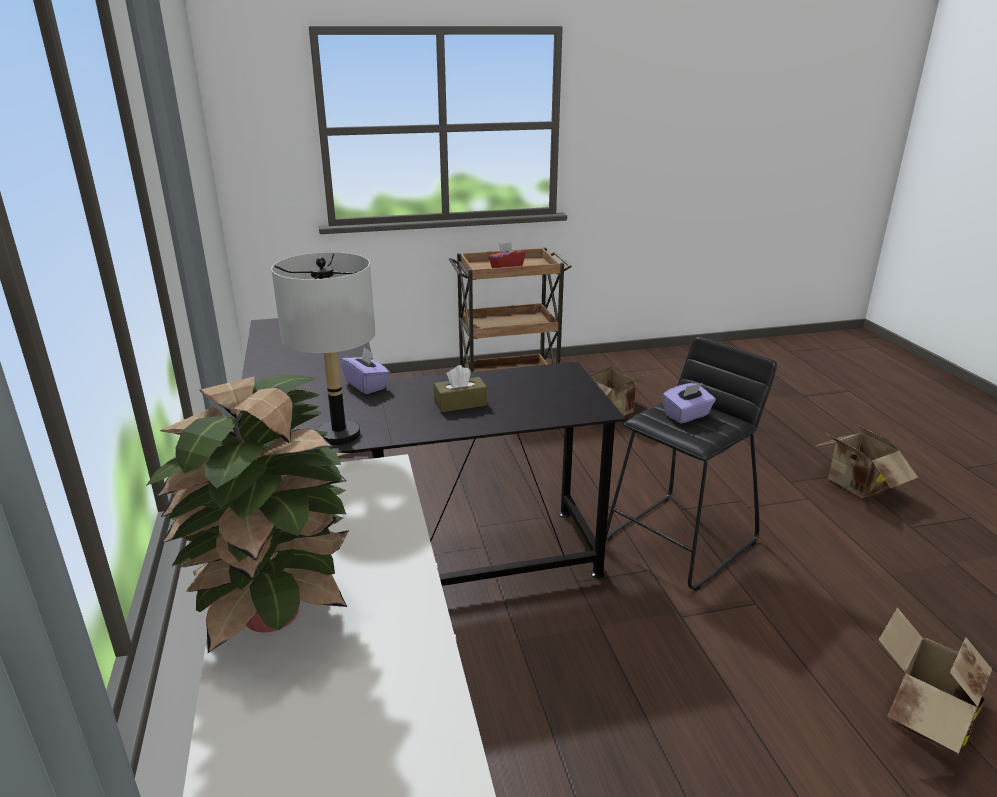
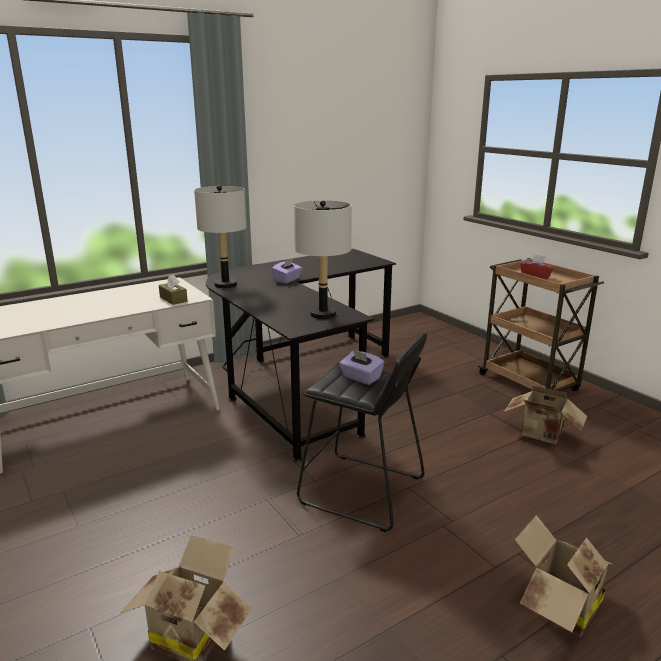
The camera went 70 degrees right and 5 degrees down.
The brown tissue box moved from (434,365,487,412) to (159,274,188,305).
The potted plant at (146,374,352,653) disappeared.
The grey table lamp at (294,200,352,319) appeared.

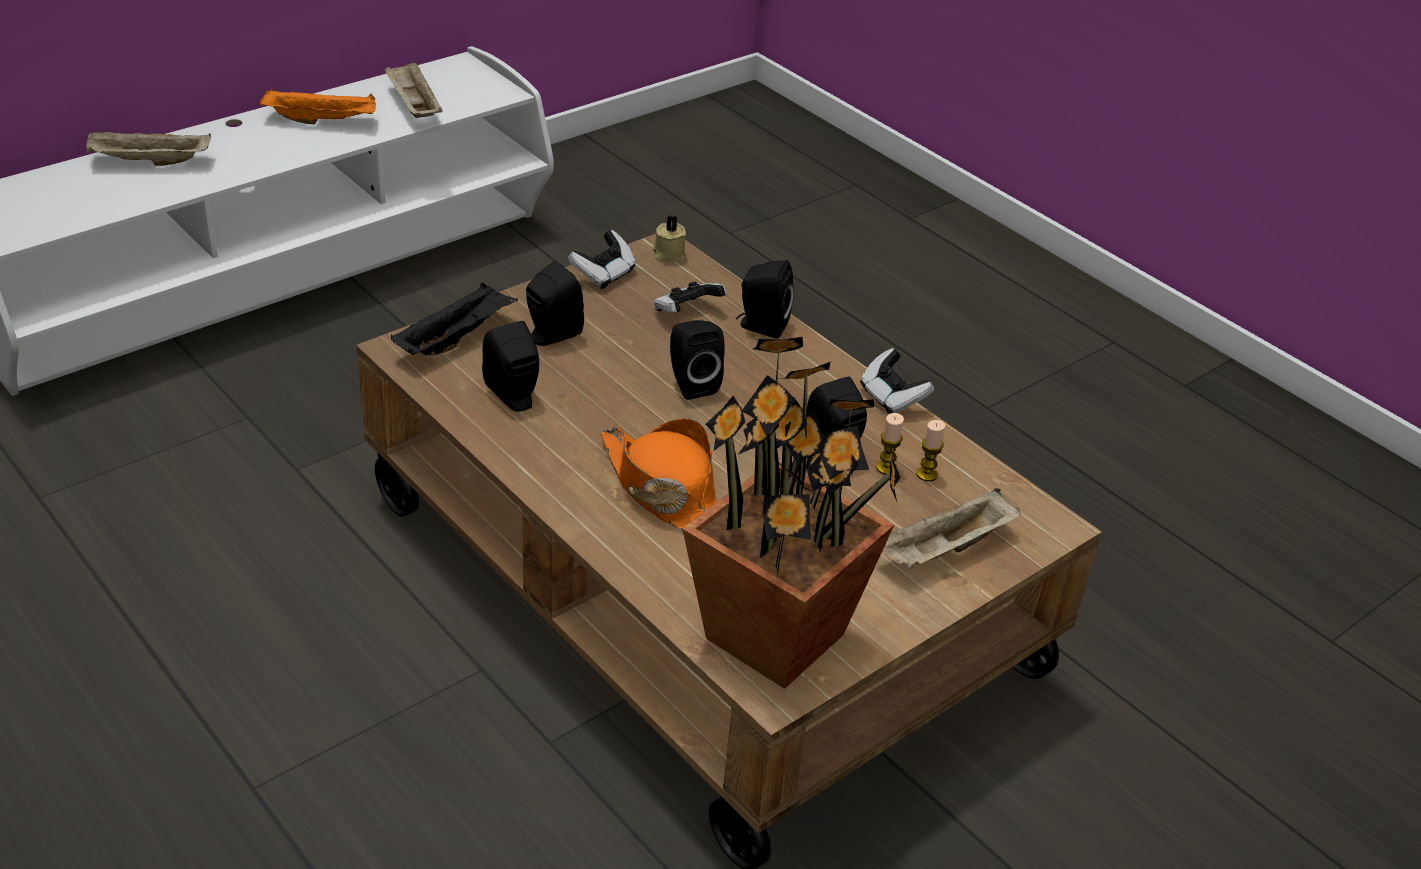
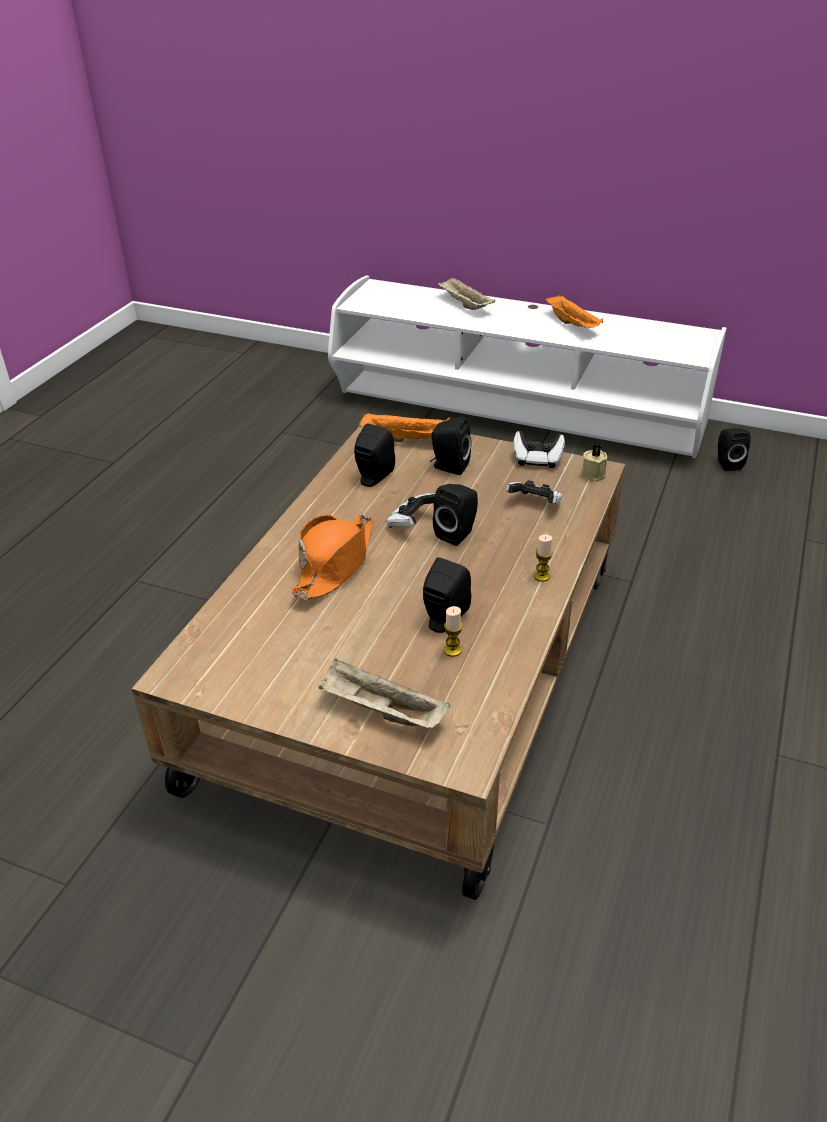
The camera went 65 degrees right and 0 degrees up.
The beige tray at (384,61,443,118) disappeared.
The black speaker moved from (736,260,794,339) to (718,428,751,471).
The black tray at (391,283,518,355) became the orange tray at (359,412,450,443).
The potted plant at (682,337,901,689) disappeared.
The game controller moved from (860,348,934,414) to (386,493,435,528).
The candle moved from (916,420,945,481) to (534,535,553,582).

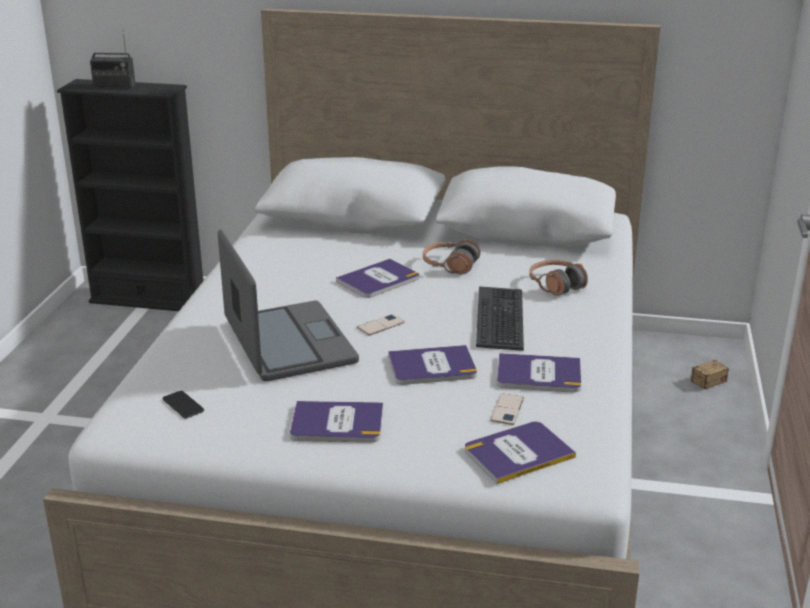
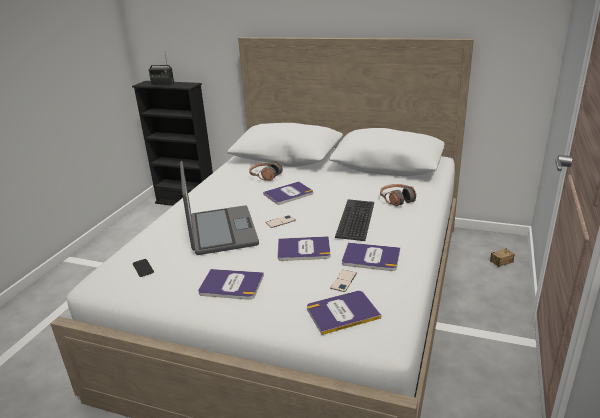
The camera went 10 degrees right and 0 degrees up.
The headphones moved from (423,240,480,274) to (249,161,283,181).

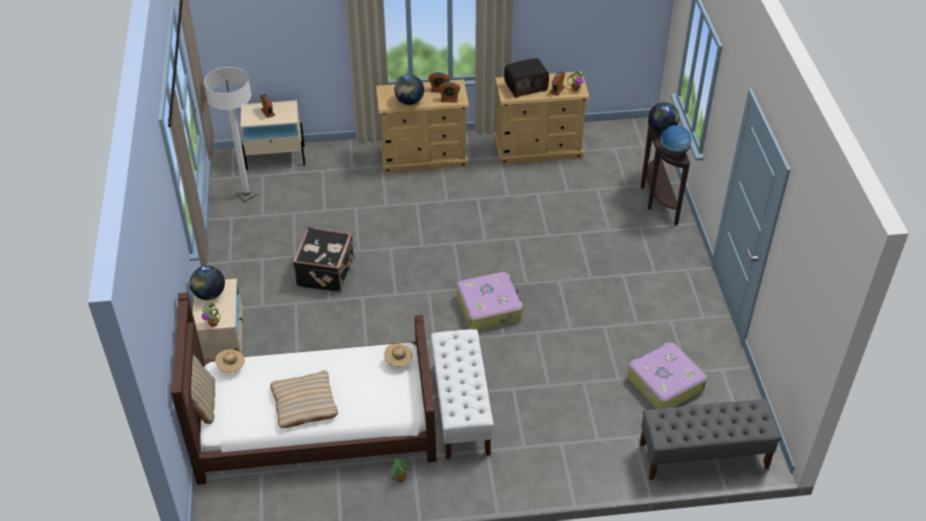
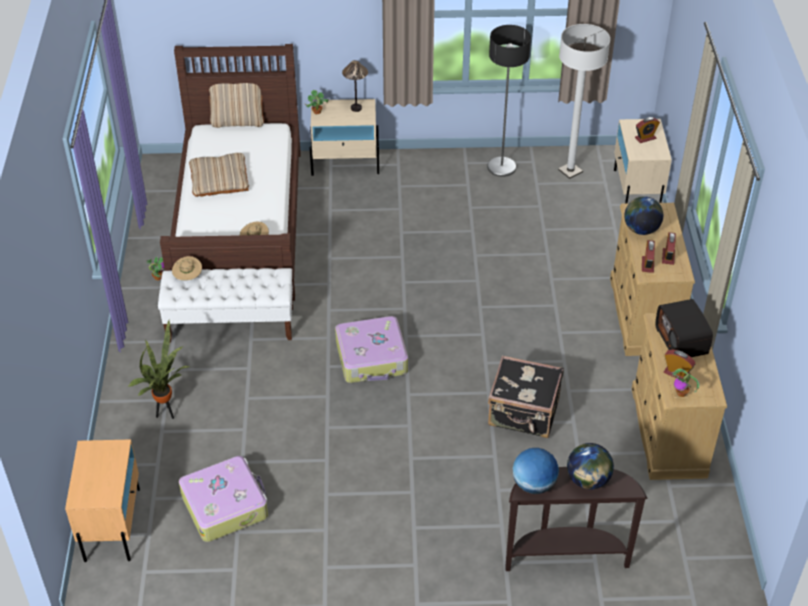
The camera went 95 degrees right and 0 degrees up.
The black suitcase moved from (293,227,355,292) to (488,355,564,438).
The globe at (190,266,225,300) was replaced by the table lamp at (342,60,368,112).
The beige hat moved from (215,349,245,372) to (172,256,202,281).
The grey bench at (640,399,781,480) was replaced by the beige nightstand at (65,439,140,562).
The floor lamp at (487,25,531,177) appeared.
The potted plant at (128,320,189,419) appeared.

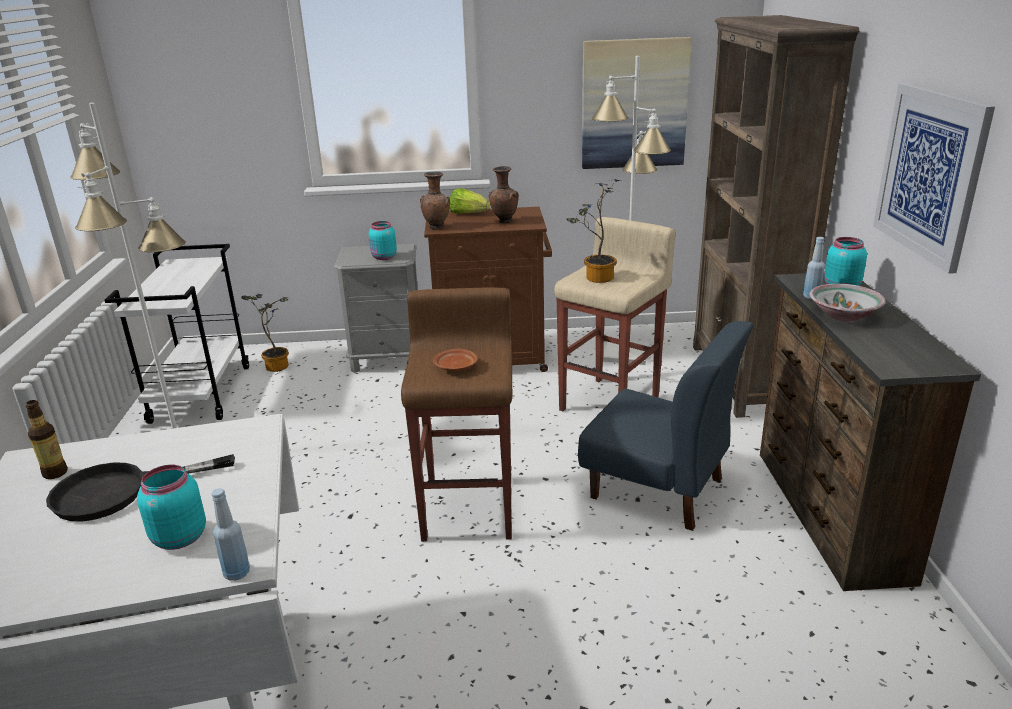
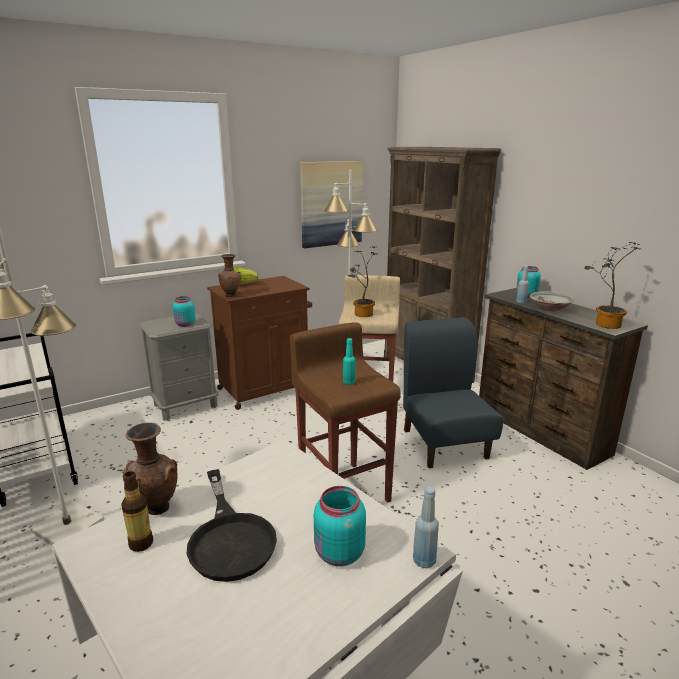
The camera went 30 degrees left and 5 degrees down.
The picture at (873,83,995,274) disappeared.
The brown vase moved from (489,166,519,223) to (123,422,178,515).
The potted plant moved from (241,293,289,372) to (584,242,641,329).
The blue chair at (578,321,753,531) turned 105 degrees counterclockwise.
The brown plate at (433,349,478,371) was replaced by the turquoise bottle at (343,338,356,385).
The black frying pan at (46,454,235,522) turned 60 degrees counterclockwise.

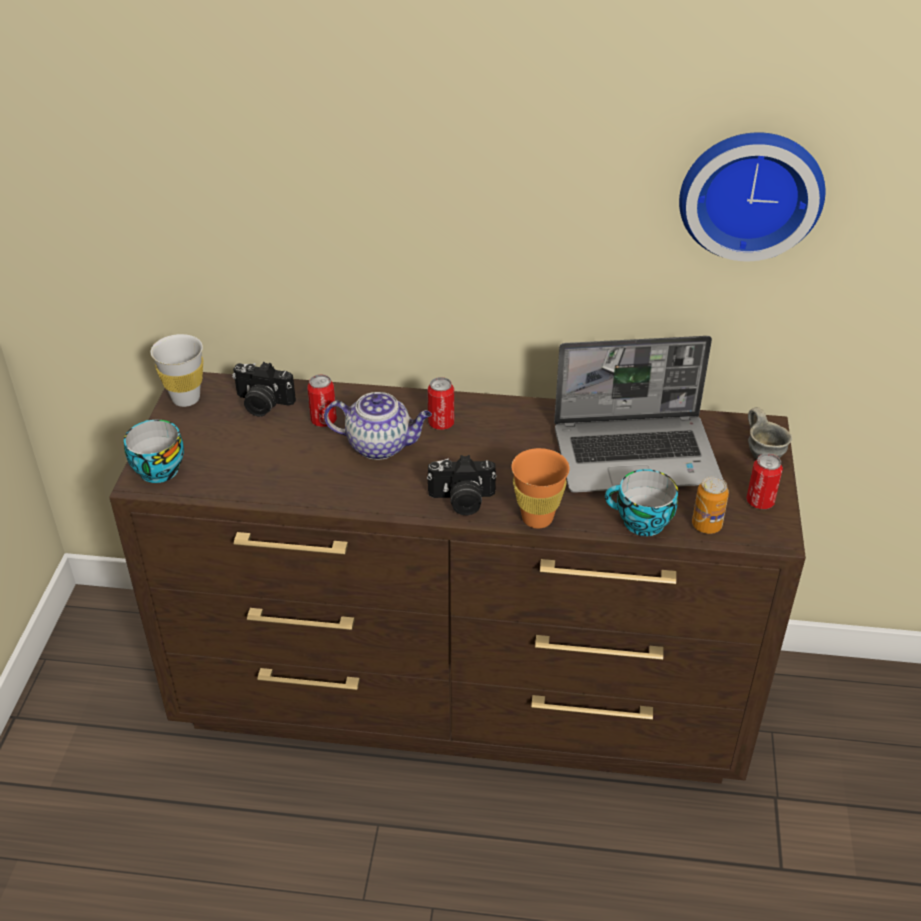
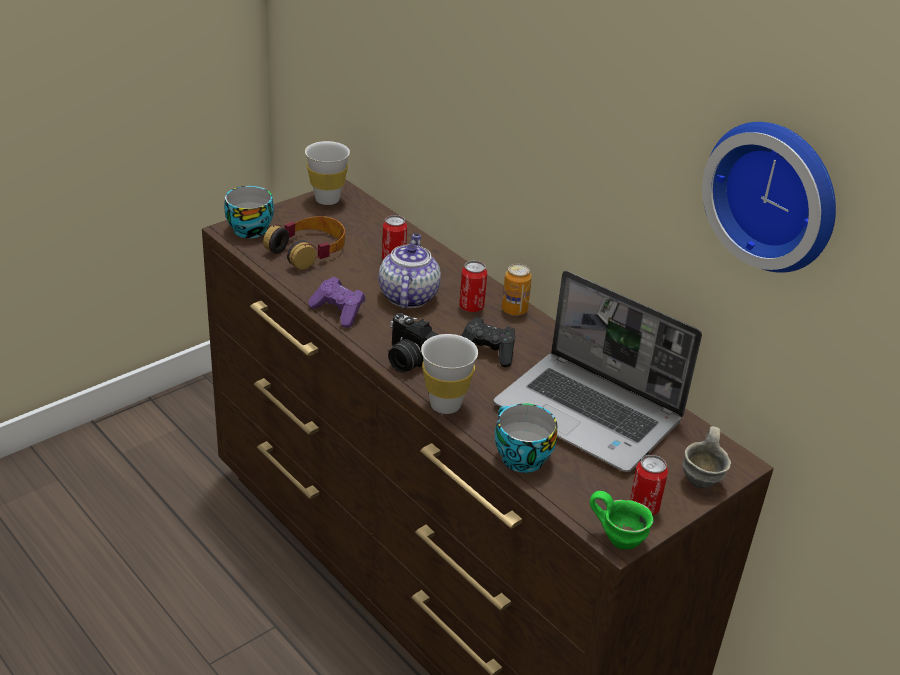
The camera went 40 degrees right and 5 degrees down.
The photo camera at (232,362,296,417) disappeared.
The teapot at (324,392,432,460) turned 135 degrees counterclockwise.
The orange cup at (512,448,570,528) became the white cup at (421,334,478,414).
The can moved from (692,476,729,534) to (501,264,532,316).
The headphones at (263,216,345,269) appeared.
The purple game controller at (308,277,365,328) appeared.
The black game controller at (461,317,515,367) appeared.
The green mug at (590,491,653,550) appeared.

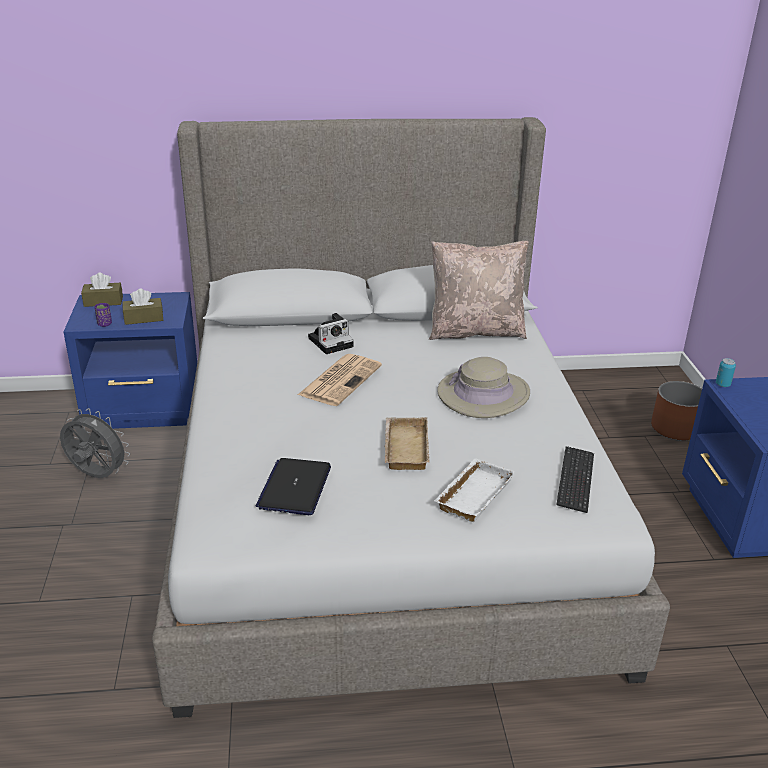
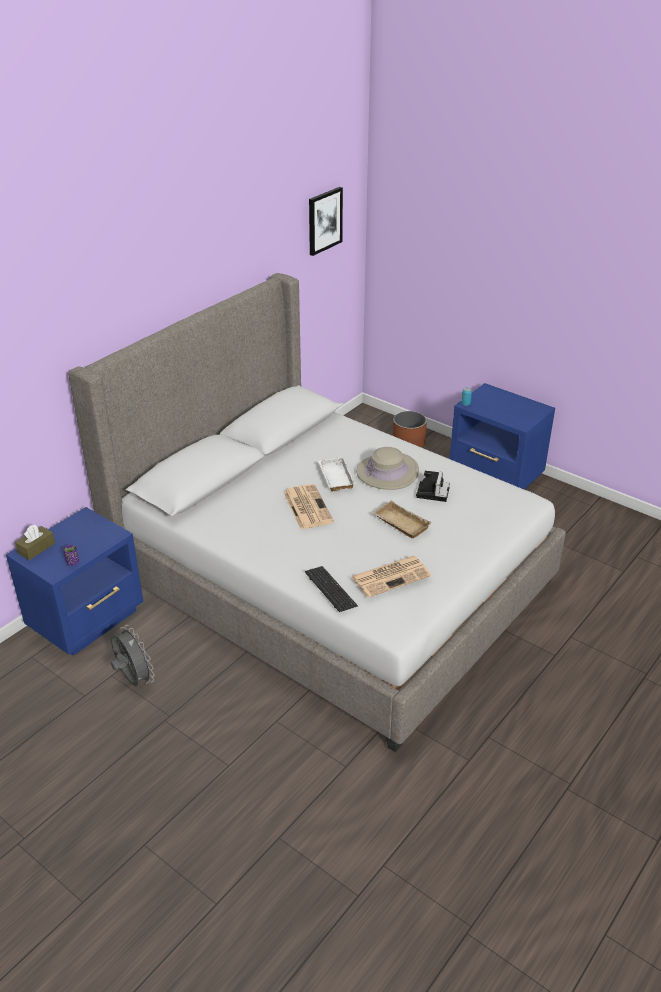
The camera went 45 degrees left and 5 degrees up.
The beige pillow at (429,241,529,340) disappeared.
The brown tissue box at (122,288,163,325) disappeared.
The photo camera moved from (308,313,354,354) to (416,471,450,502).
The grey fan at (60,408,130,478) turned 75 degrees clockwise.
The keyboard moved from (557,447,594,513) to (305,566,358,612).
The laptop at (256,458,331,515) was replaced by the newspaper at (351,556,431,598).
The white tray moved from (434,458,515,522) to (318,457,356,491).
The picture at (309,187,343,256) appeared.

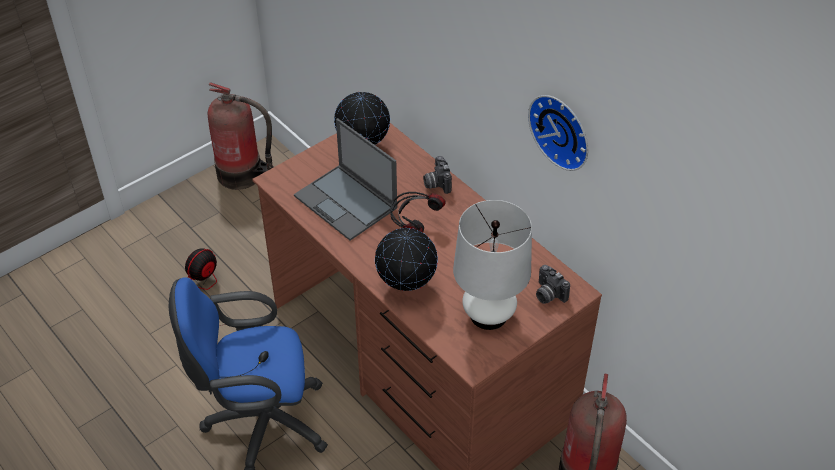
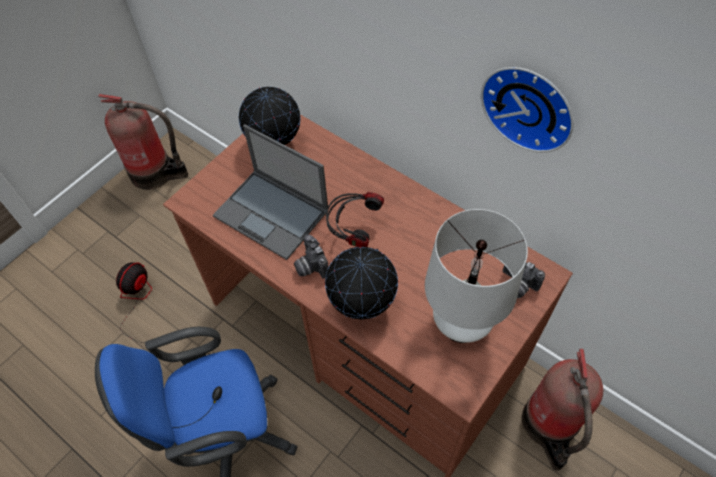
The camera went 10 degrees left and 10 degrees up.
The photo camera moved from (423,156,452,194) to (294,235,329,278).

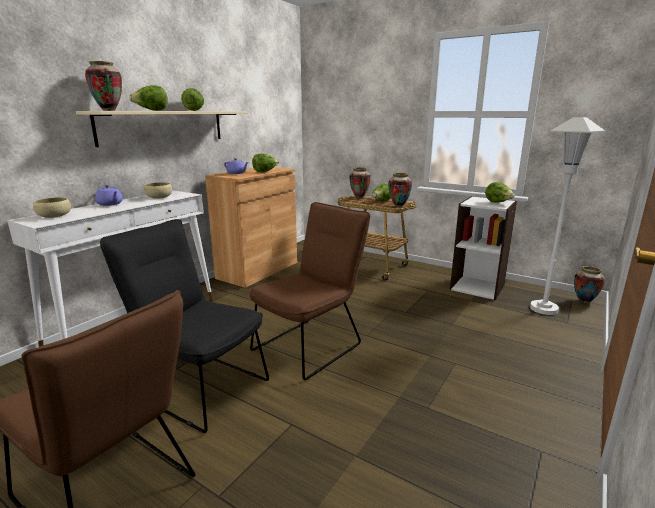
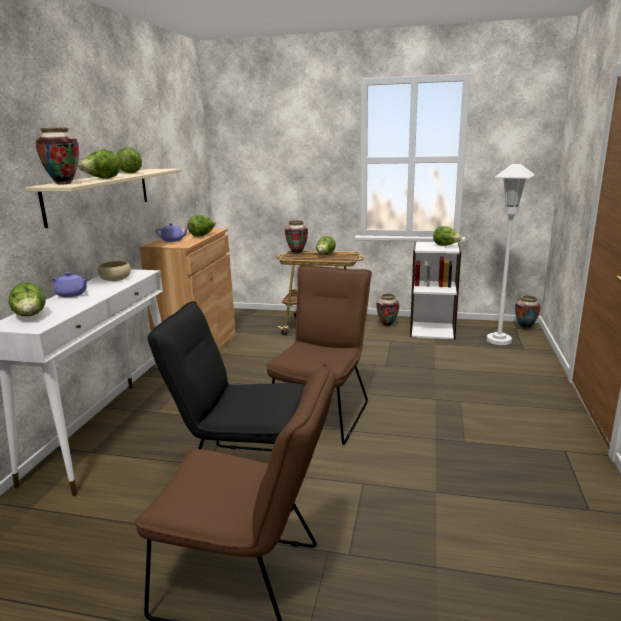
The camera went 20 degrees left and 0 degrees up.
The vase moved from (388,173,412,207) to (376,294,399,327).
The beige bowl at (33,197,71,218) was replaced by the lettuce at (9,283,45,316).

